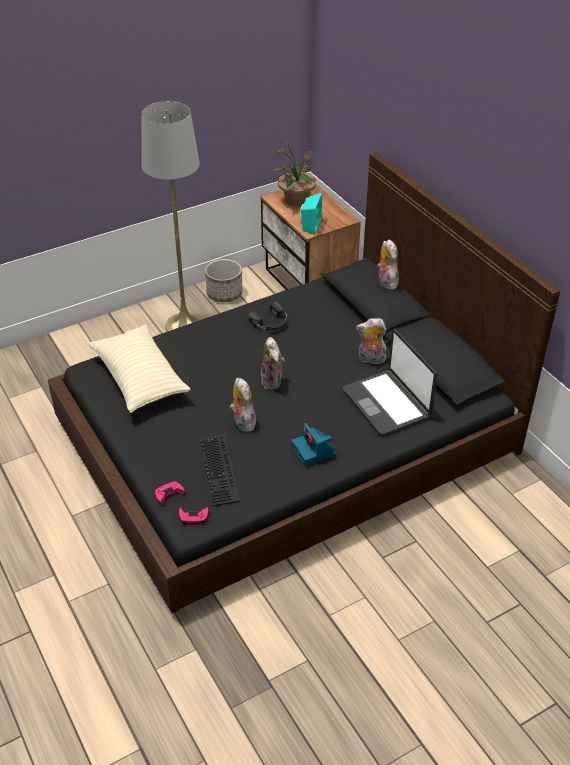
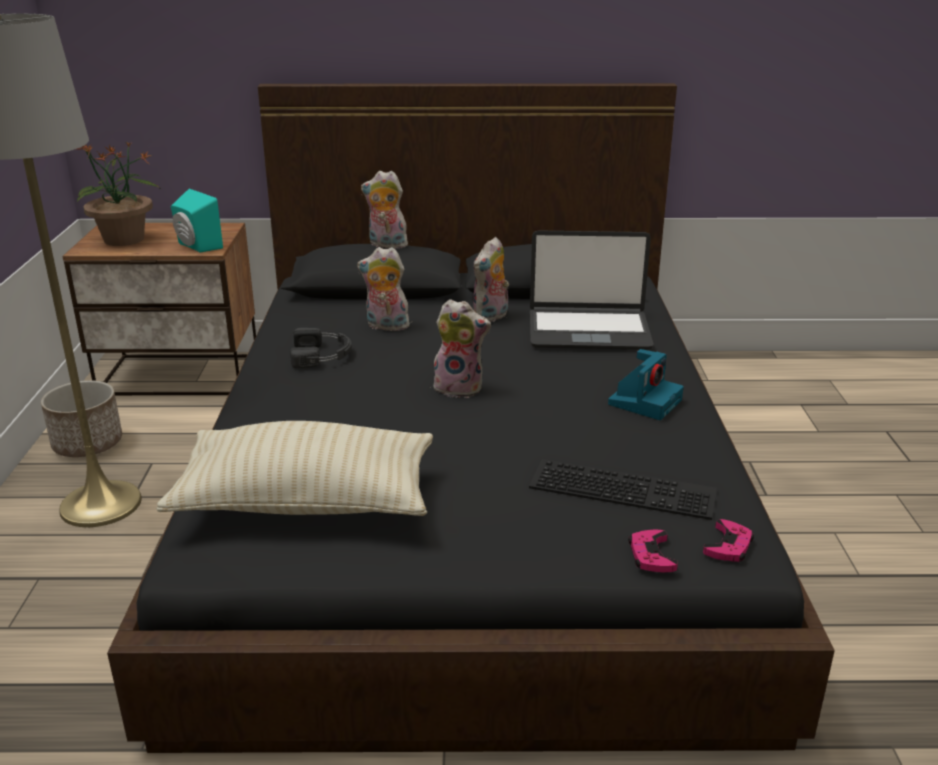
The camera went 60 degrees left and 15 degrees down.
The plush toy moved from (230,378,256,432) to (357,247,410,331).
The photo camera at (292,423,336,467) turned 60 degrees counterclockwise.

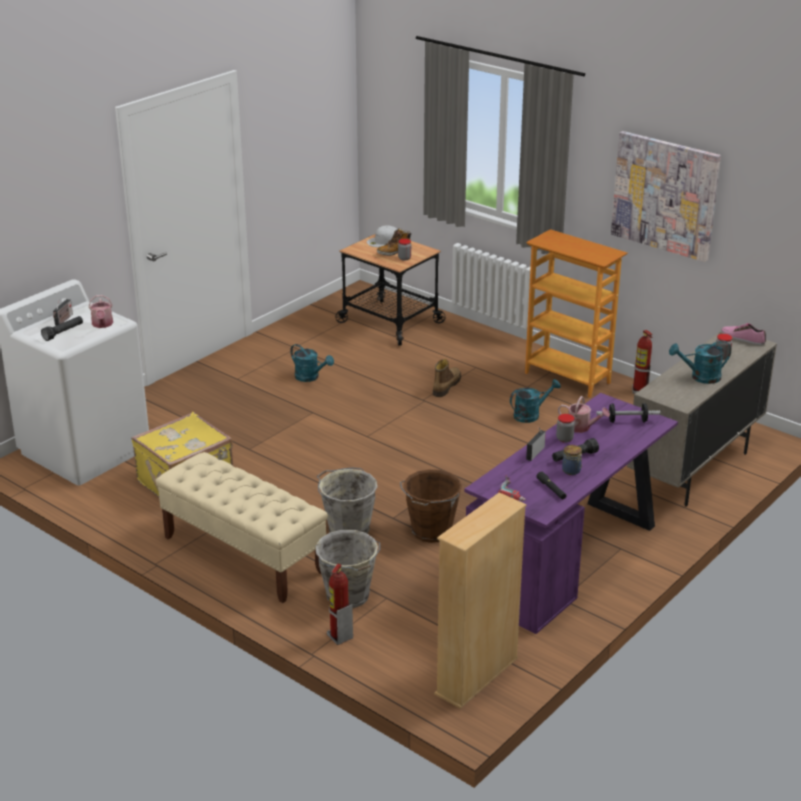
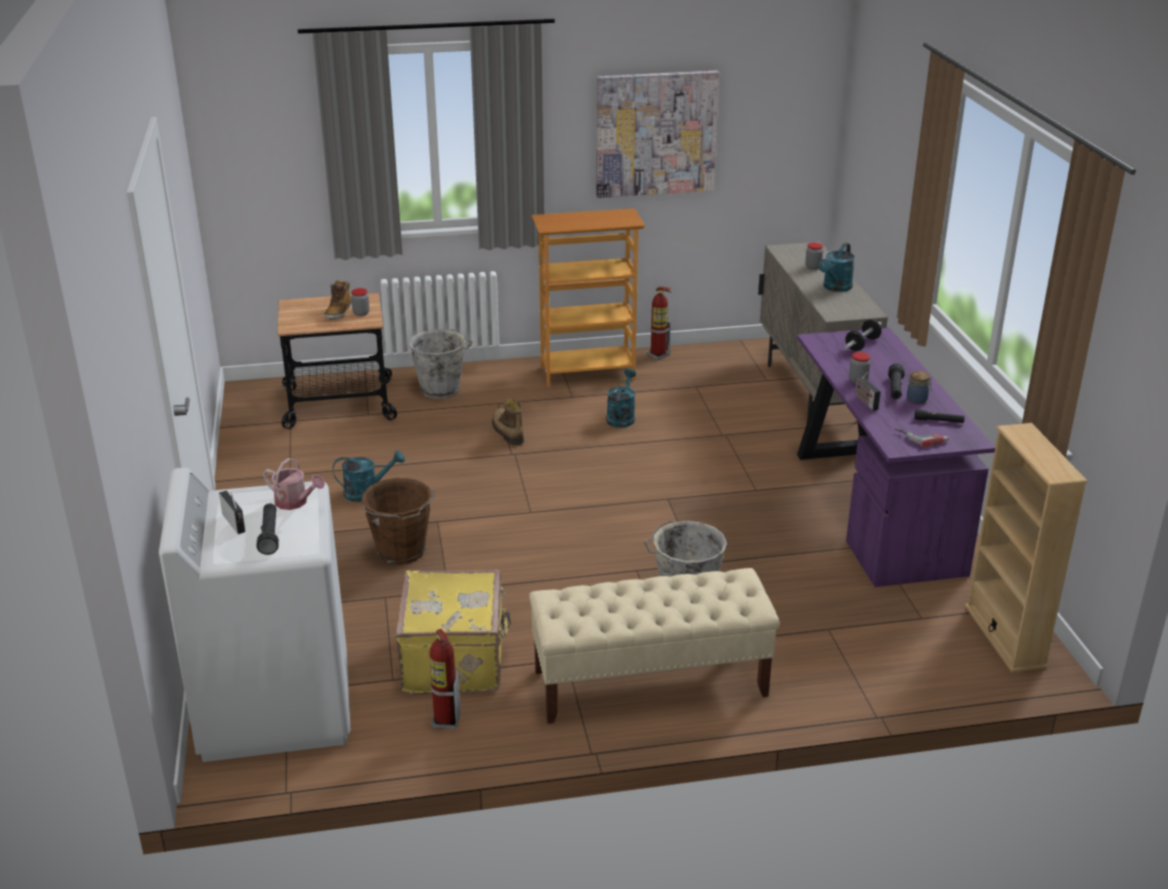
The camera went 50 degrees left and 0 degrees up.
The white cap at (367,225,398,247) disappeared.
The shoe at (721,323,766,345) disappeared.
The watering can at (558,396,610,433) disappeared.
The brown bucket moved from (400,469,462,543) to (362,478,435,565).
The grey bucket moved from (316,530,380,608) to (409,329,473,399).
The fire extinguisher moved from (327,564,353,645) to (430,629,461,729).

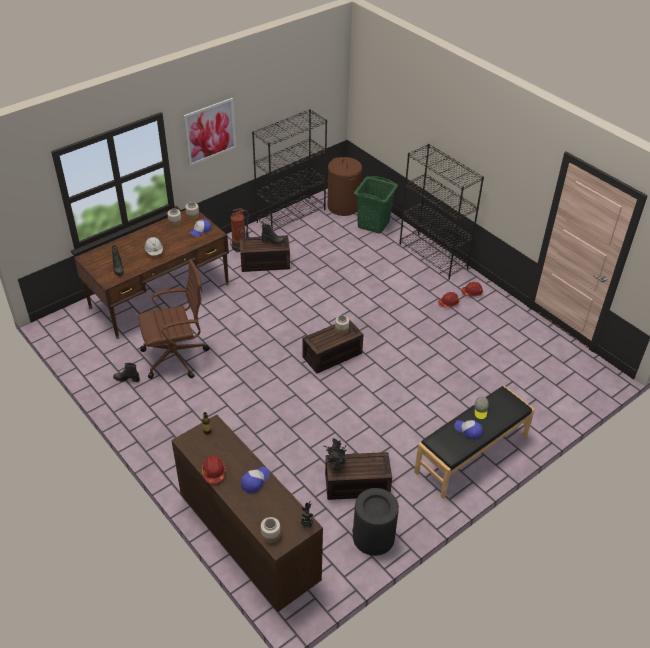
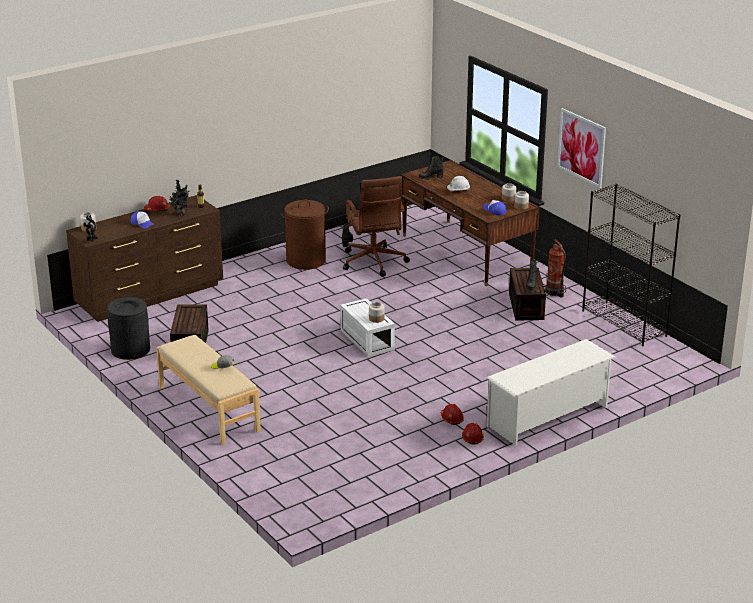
The camera went 95 degrees right and 15 degrees down.
The black bookcase at (399,144,484,280) was replaced by the white shoe rack at (486,339,616,446).
The brown laundry basket moved from (328,157,362,216) to (280,200,329,270).
The green laundry basket at (354,176,398,233) disappeared.
The brown storage box at (302,319,364,374) became the white storage box at (340,298,395,357).
The black bench at (414,386,535,499) became the beige bench at (156,335,261,445).
The cap at (454,420,483,440) disappeared.
The potted plant moved from (323,438,348,471) to (169,180,189,216).

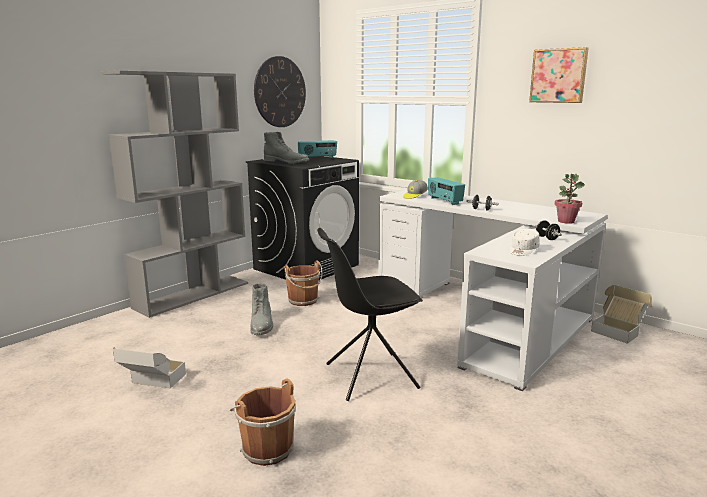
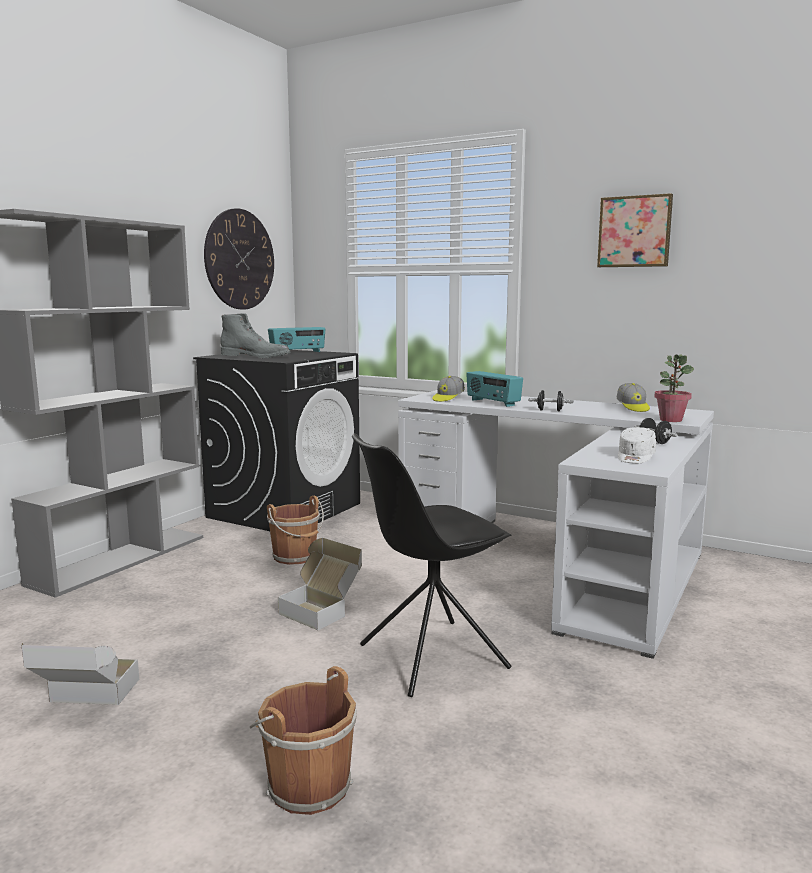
The camera went 10 degrees left and 5 degrees down.
The grey boot at (250,283,273,335) disappeared.
The cardboard box moved from (591,285,652,344) to (278,538,362,630).
The cap at (617,383,650,412) appeared.

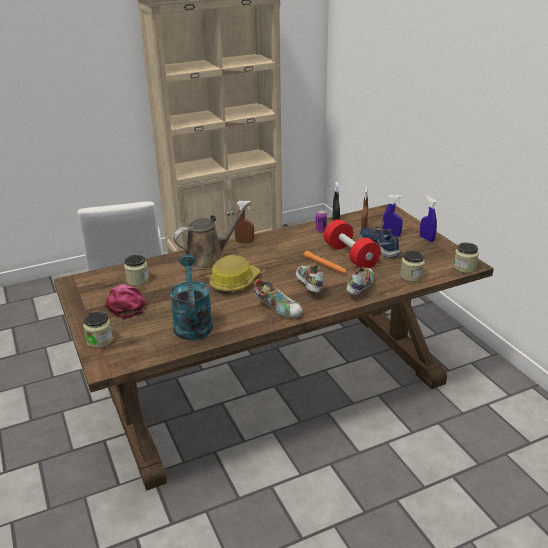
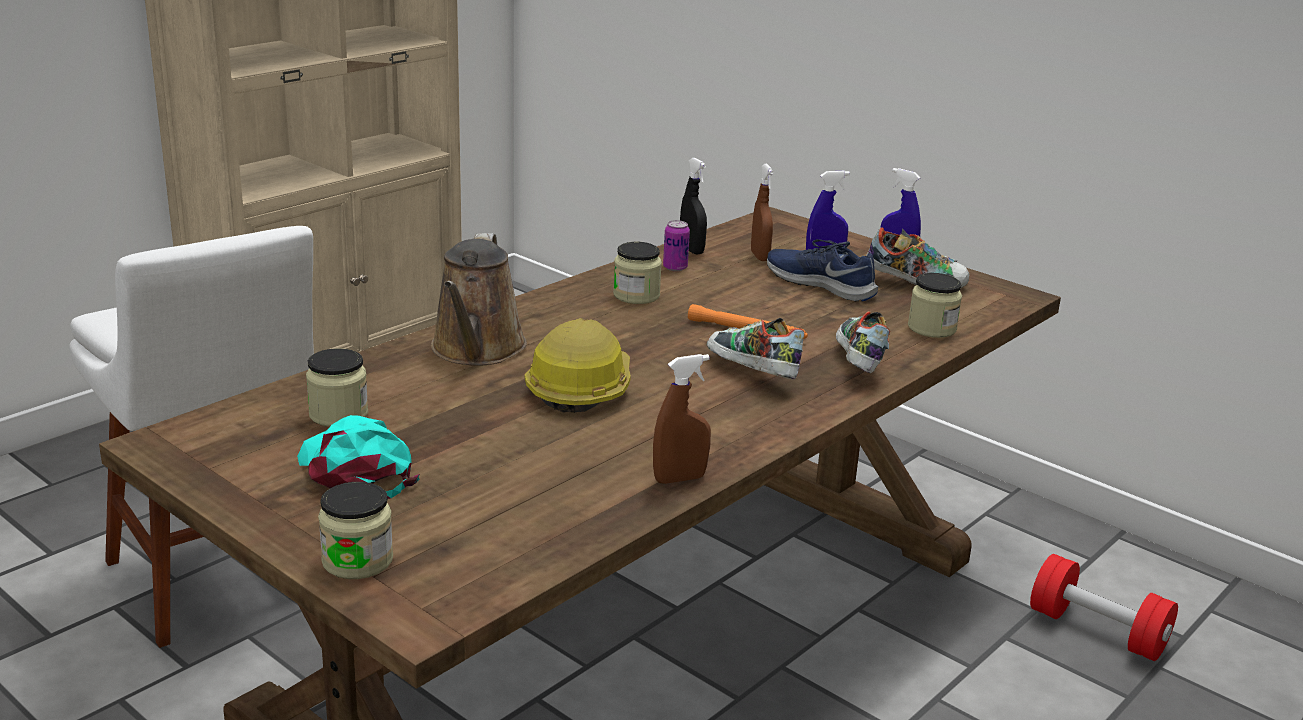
The camera went 25 degrees left and 5 degrees down.
The brown spray bottle moved from (234,201,254,242) to (653,354,711,484).
The brown watering can at (173,202,251,270) turned 150 degrees clockwise.
The red dumbbell moved from (324,219,381,268) to (1030,554,1178,661).
The jar moved from (454,243,479,273) to (613,242,662,304).
The turquoise watering can at (170,254,213,340) disappeared.
The shoe moved from (254,279,303,318) to (866,228,969,288).
The pink cap at (105,284,146,318) became the turquoise cap at (297,415,419,499).

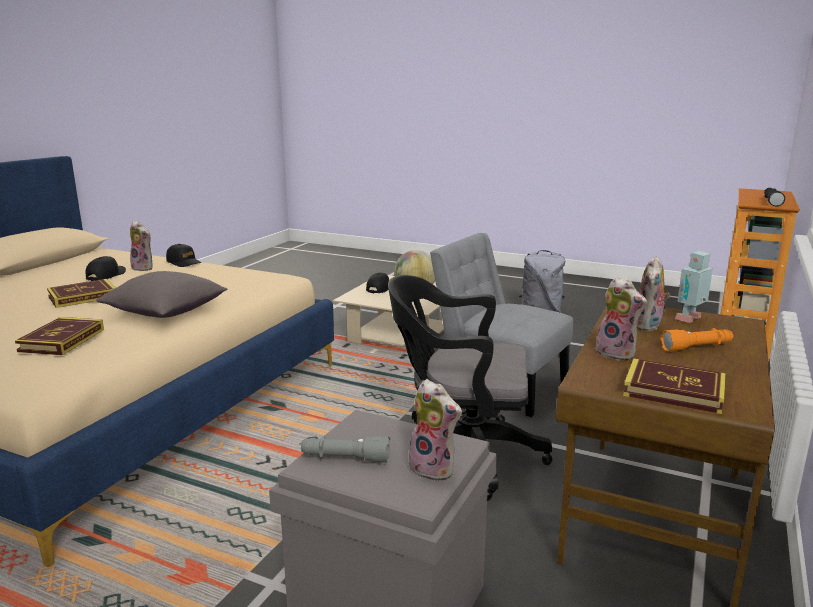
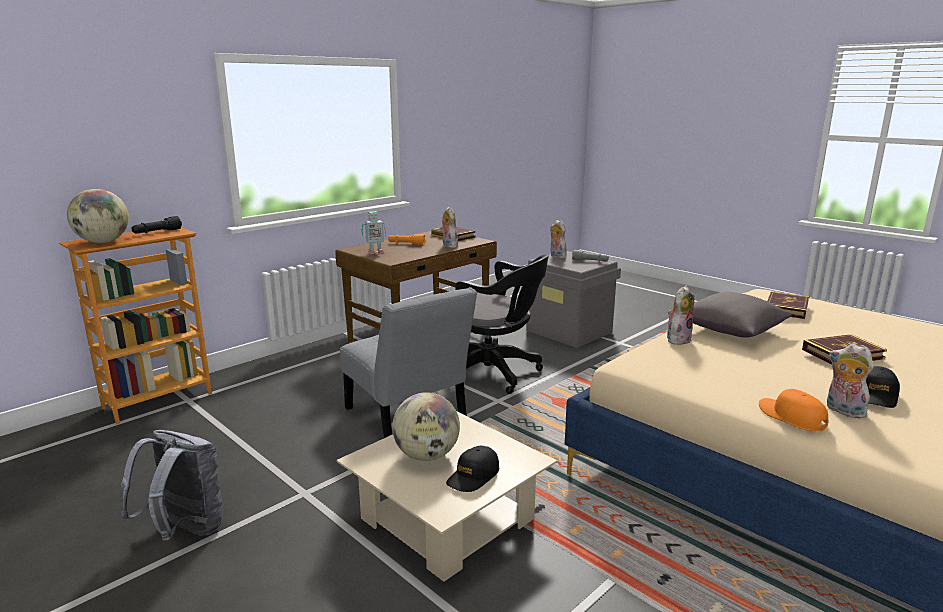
The camera went 160 degrees left and 0 degrees up.
The black cap at (166,244,201,267) became the orange cap at (759,389,828,431).
The plush toy moved from (637,256,671,331) to (667,286,694,345).
The globe at (67,189,129,243) appeared.

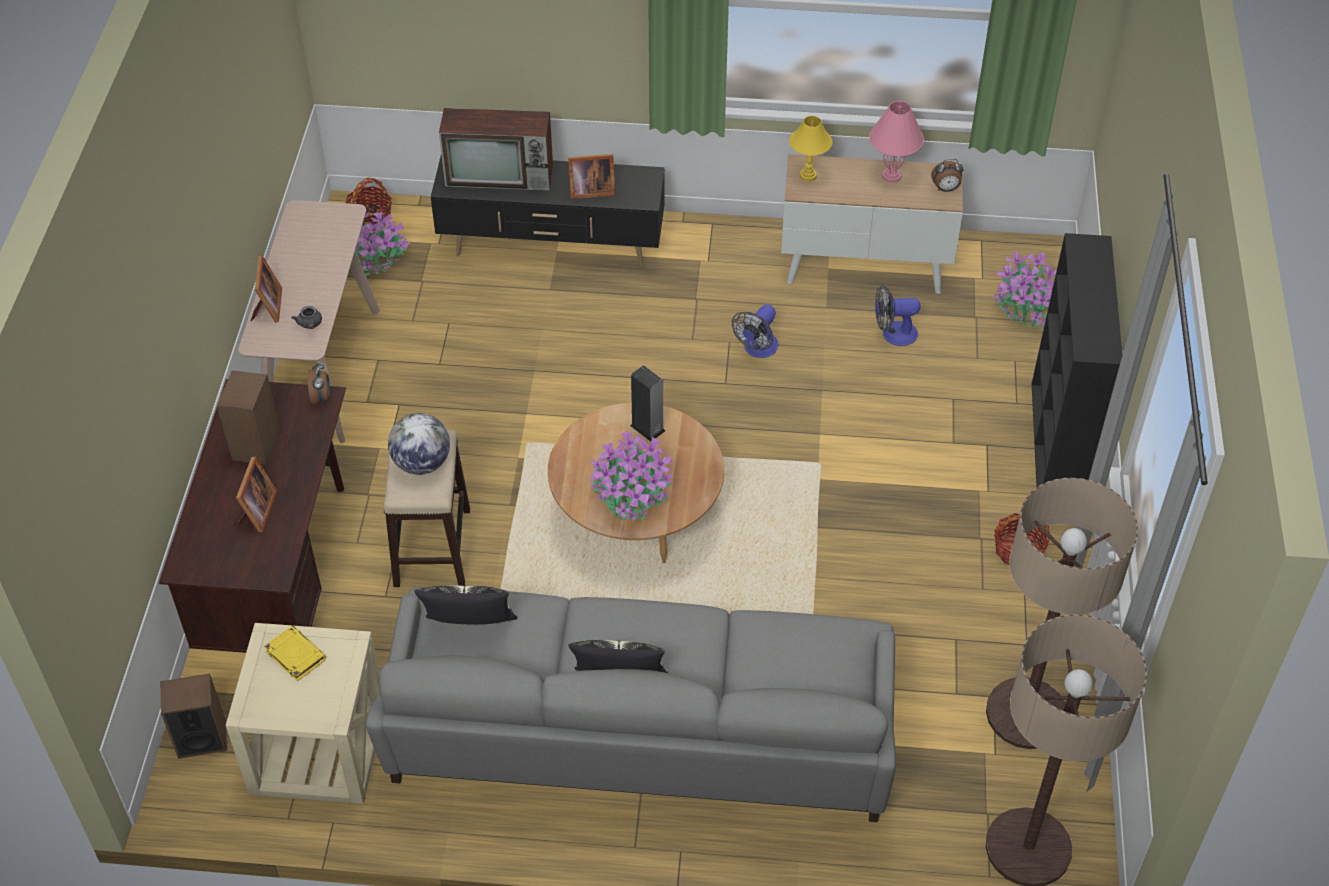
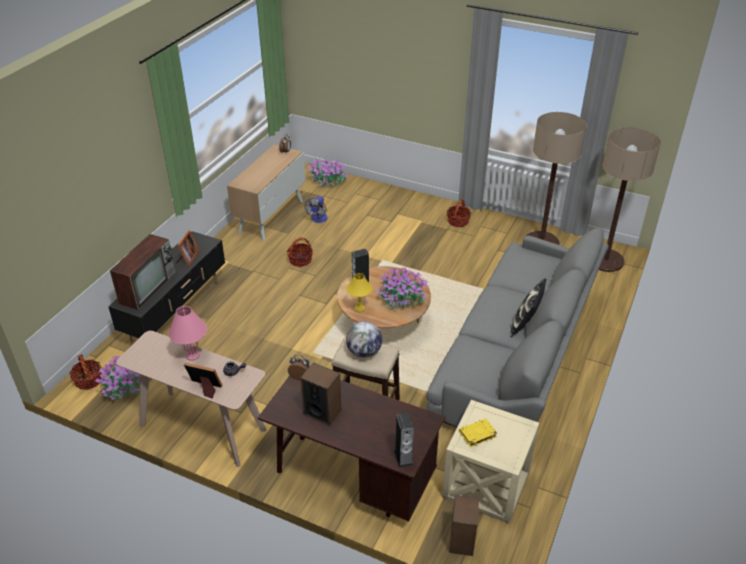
The camera went 70 degrees left and 10 degrees down.
The pink table lamp moved from (869,101,924,182) to (169,306,207,361).
The yellow table lamp moved from (789,116,833,182) to (346,273,372,313).
The black bookcase at (1032,233,1122,487) disappeared.
The fan at (732,304,778,358) was replaced by the basket at (287,237,313,267).
The picture frame at (233,457,277,532) disappeared.
The pillow at (414,585,517,624) disappeared.
The speaker at (394,413,414,468) appeared.

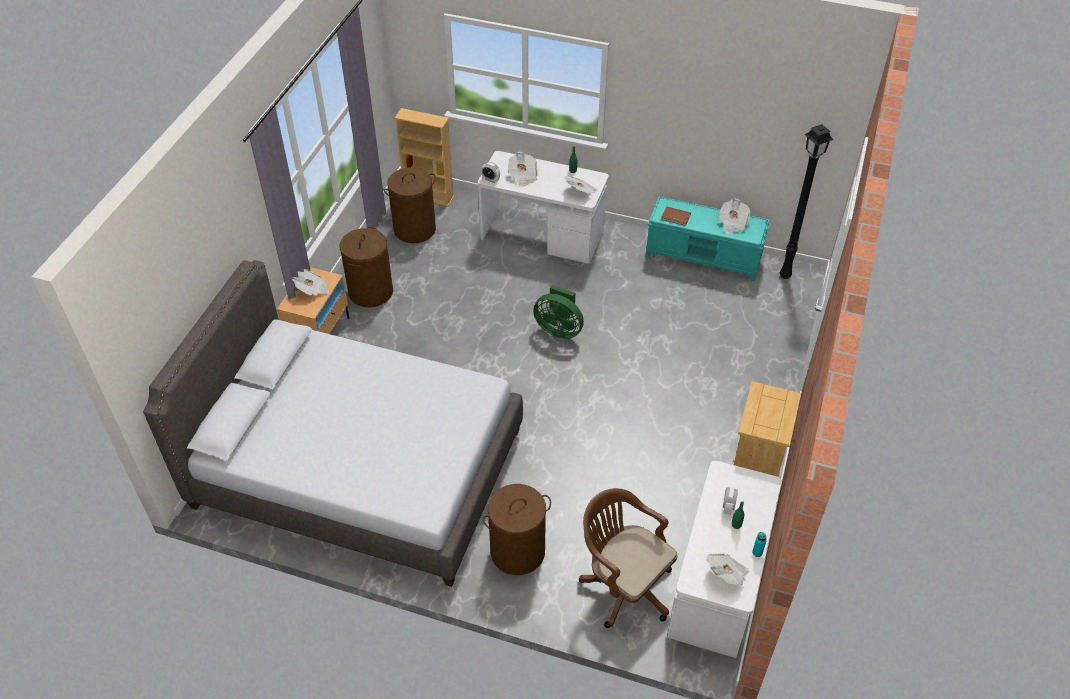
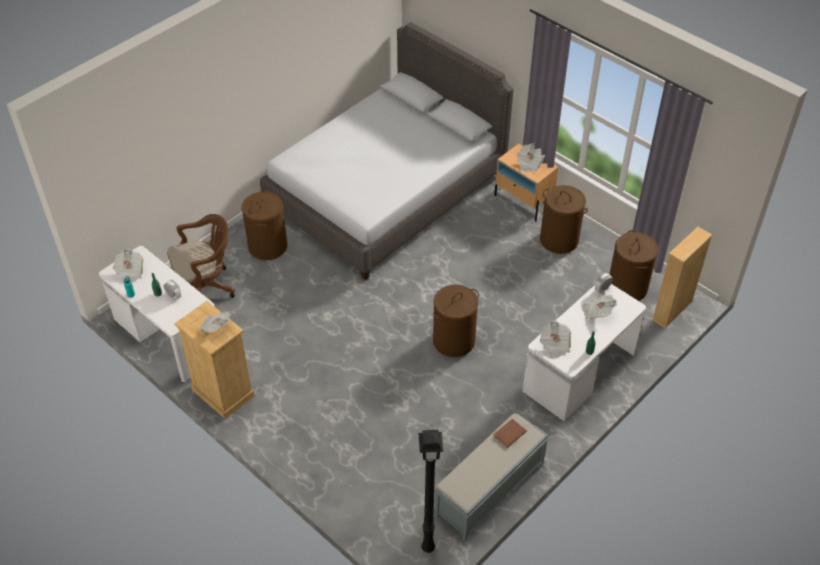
The camera went 115 degrees right and 0 degrees up.
The turquoise bench at (646,196,770,281) became the grey bench at (434,413,549,542).
The newspaper moved from (719,199,751,234) to (199,312,231,333).
The green fan at (533,285,584,339) was replaced by the brown laundry basket at (433,285,479,357).

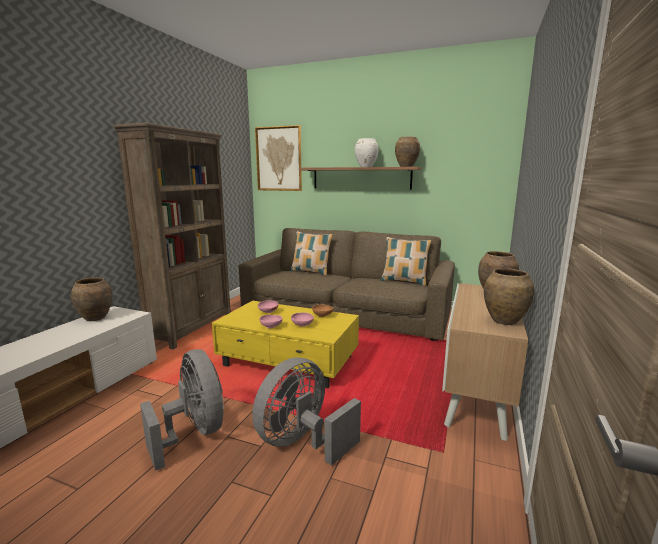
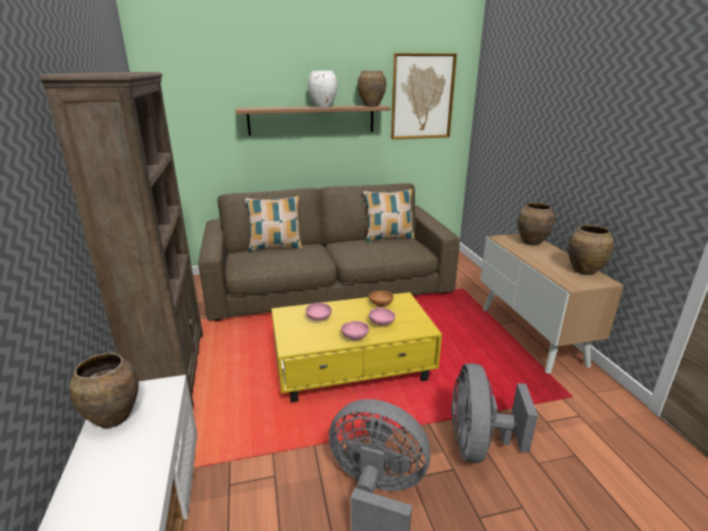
The camera went 35 degrees left and 10 degrees up.
The picture moved from (255,125,302,191) to (391,53,457,139).

